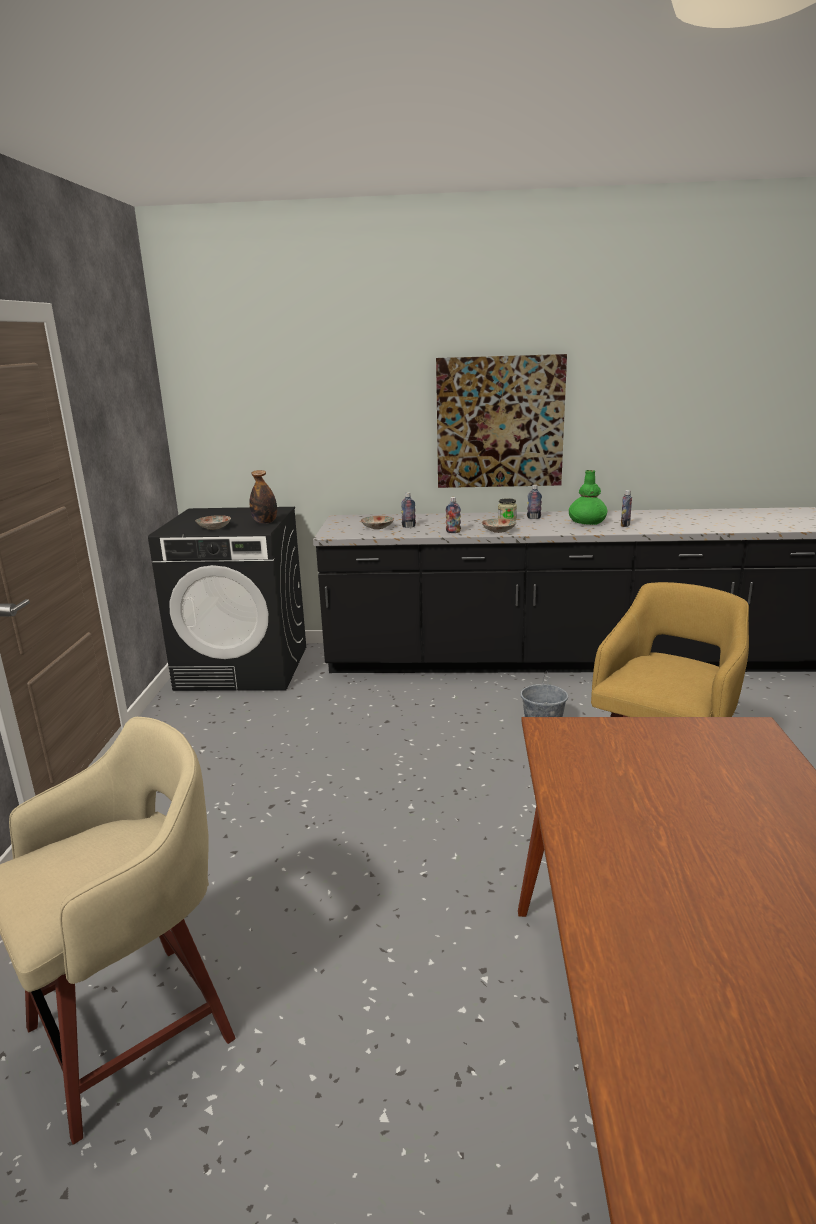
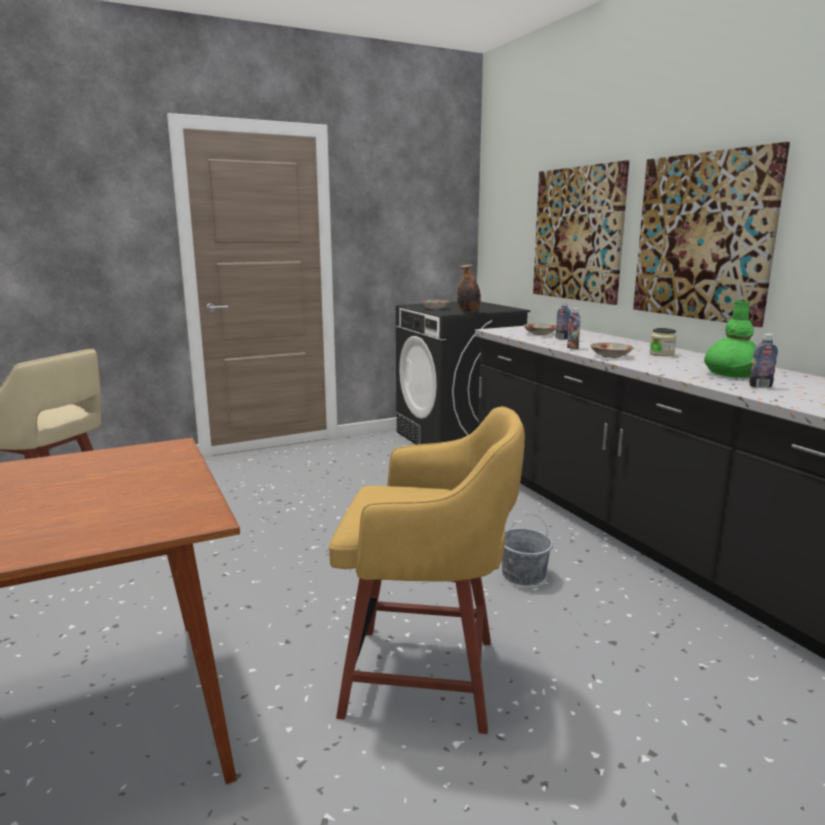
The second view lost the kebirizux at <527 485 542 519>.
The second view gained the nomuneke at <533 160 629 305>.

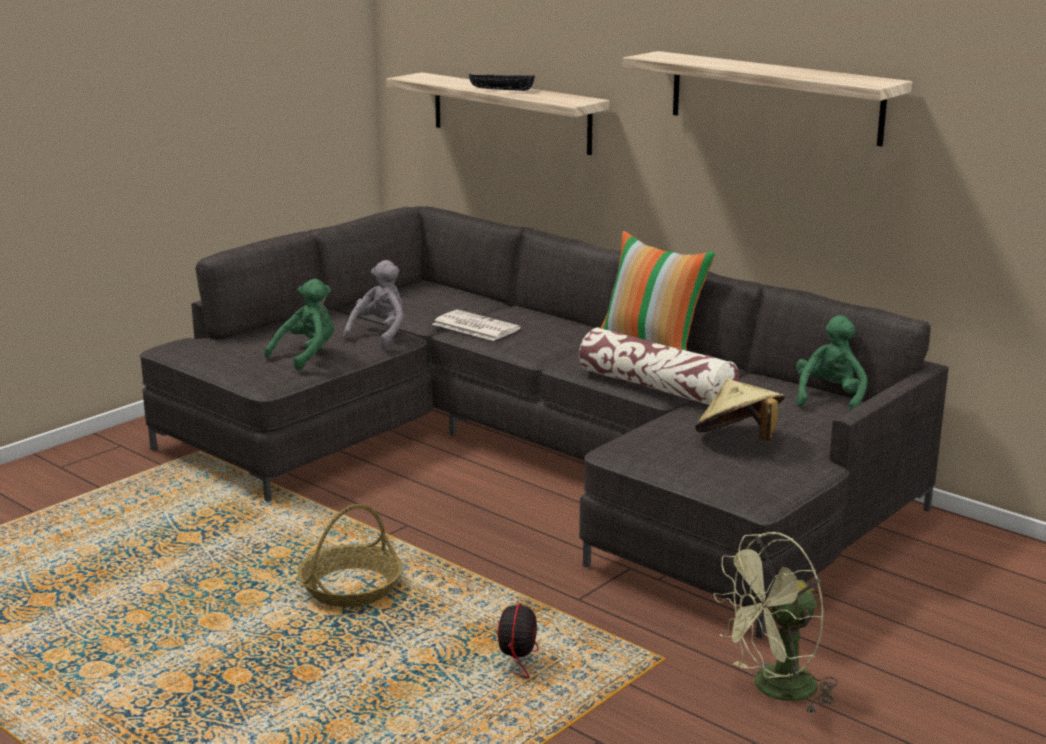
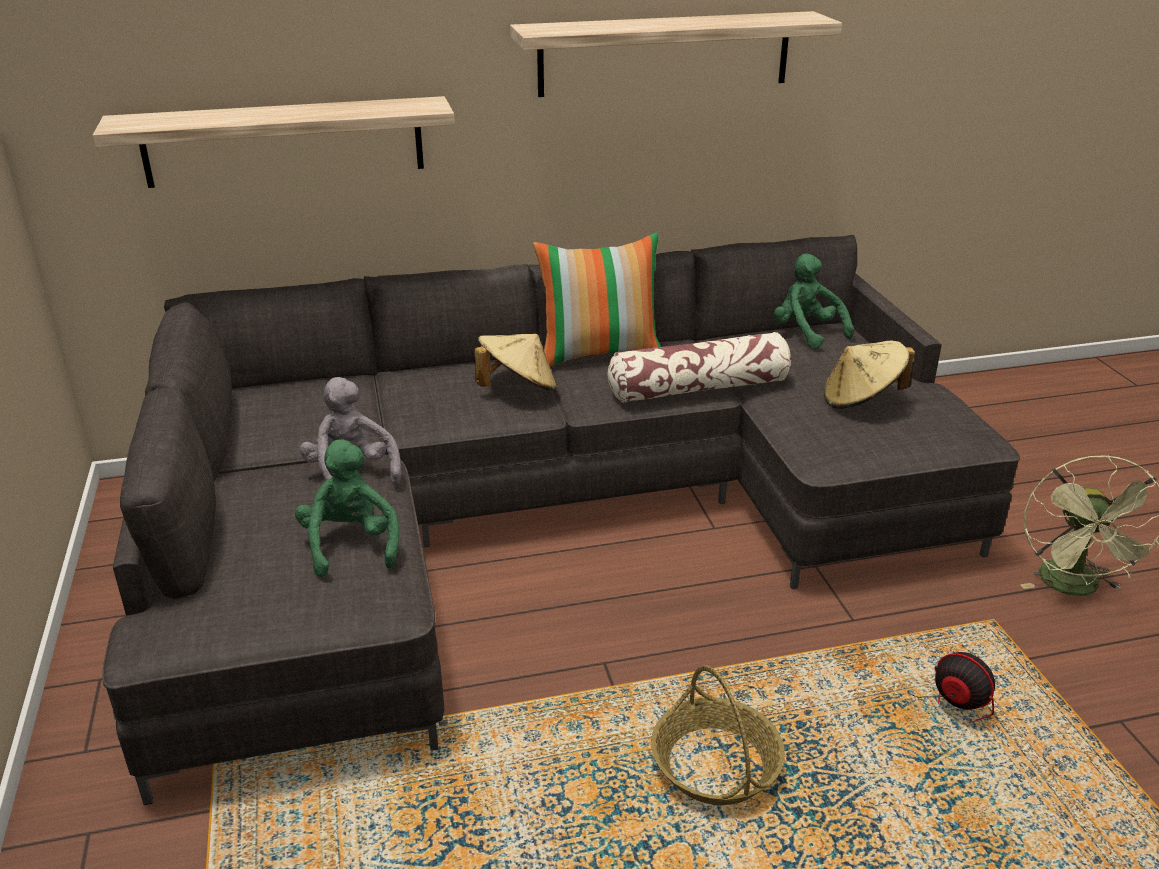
The second view lost the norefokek at <433 310 521 341>.
The second view lost the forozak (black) at <469 74 535 91>.
The second view gained the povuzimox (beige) at <475 334 557 391>.

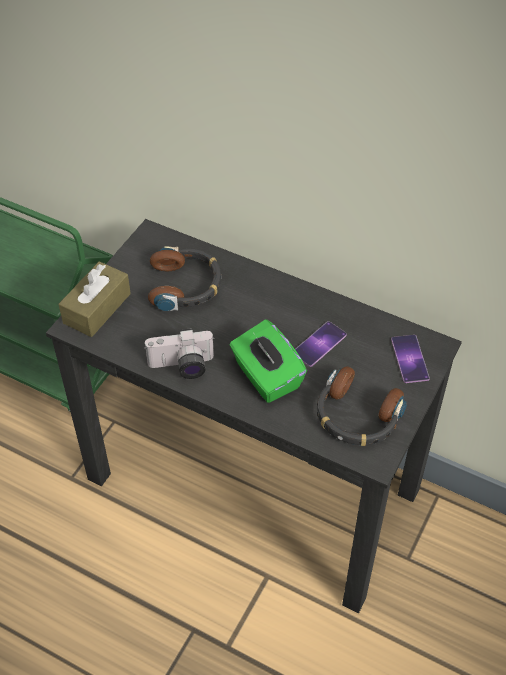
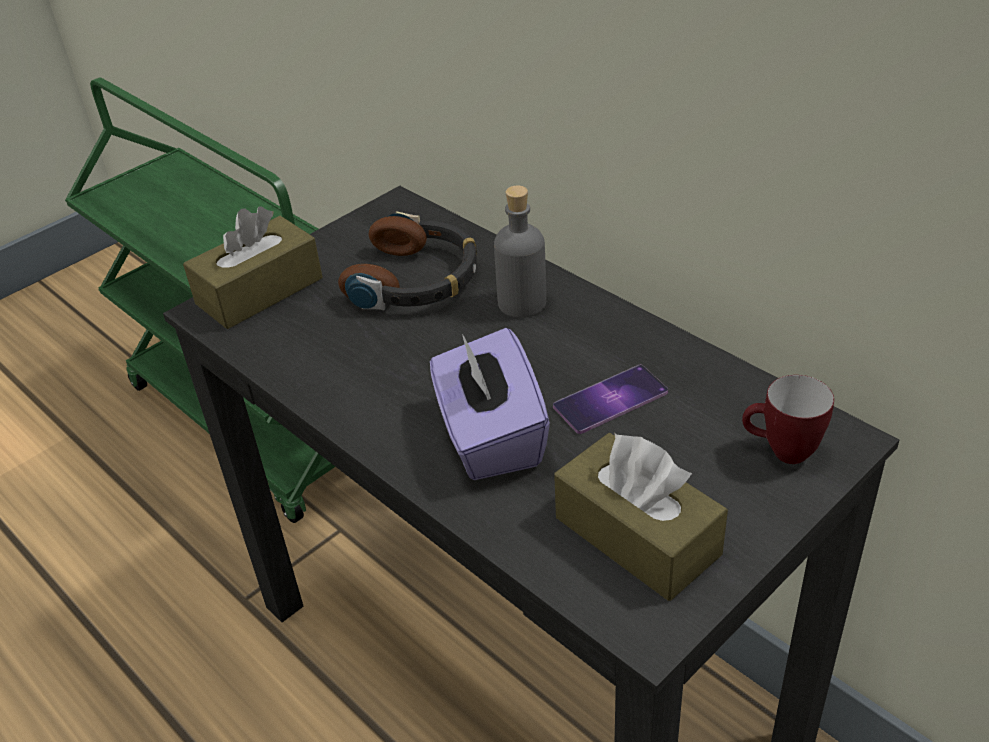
The second view lost the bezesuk at <145 328 215 379>.
The second view gained the kebirizux (grey) at <494 185 546 318>.
Where the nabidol stood at <317 366 407 446>, the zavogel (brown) came to stand at <554 432 728 601>.
Where the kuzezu stood at <391 335 430 383>, the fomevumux came to stand at <742 375 834 464>.
What was the zavogel (green) at <230 319 307 403> turned into the zavogel (purple) at <430 328 550 480>.

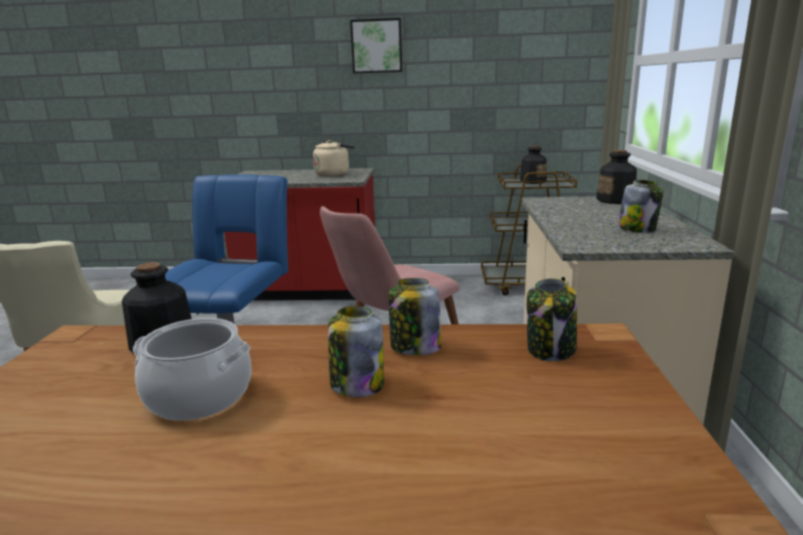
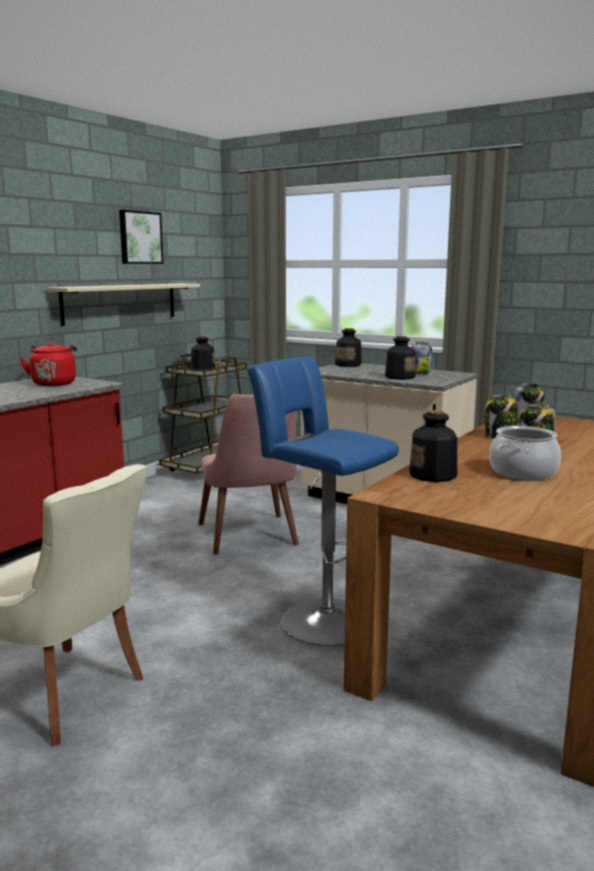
The second view gained the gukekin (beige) at <46 284 200 326>.
The second view gained the kebirizux at <385 336 415 380>.
The nomuneke ended up elsewhere, having gone from <350 18 402 74> to <119 210 164 264>.
What was the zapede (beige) at <313 140 355 177> turned into the zapede (red) at <20 342 77 386>.

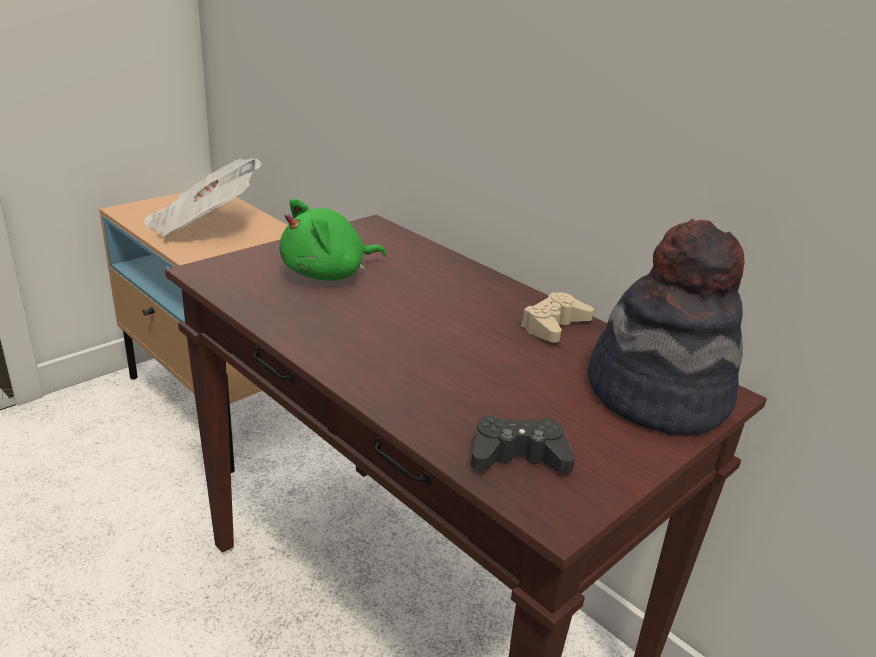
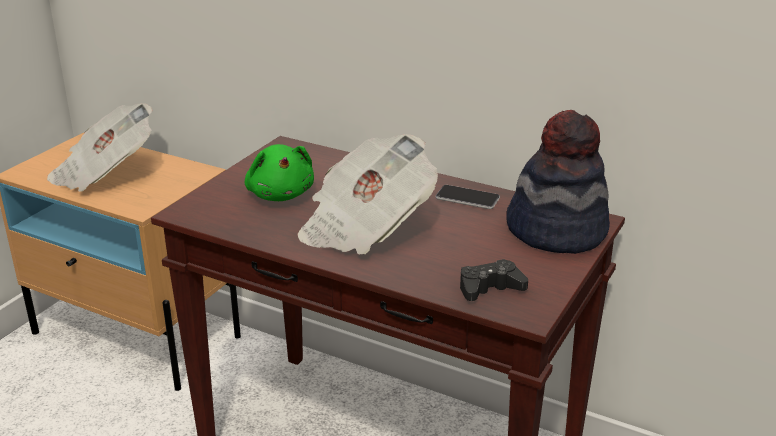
The second view gained the norefokek at <298 134 438 255>.
Where the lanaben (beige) stood at <521 292 594 342>, the kuzezu came to stand at <435 185 500 209>.
The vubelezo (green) at <280 199 386 281> ended up facing another way, 60 degrees counterclockwise from before.

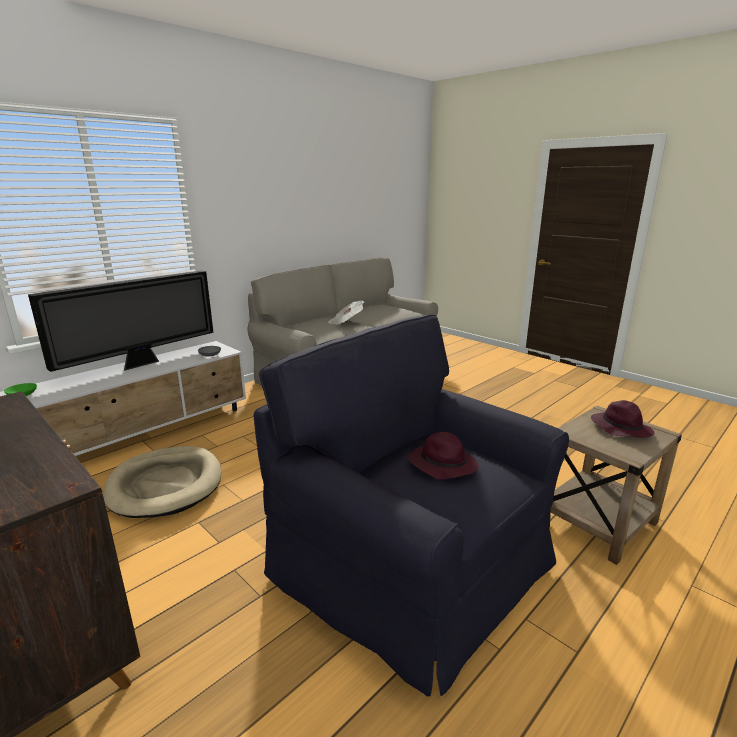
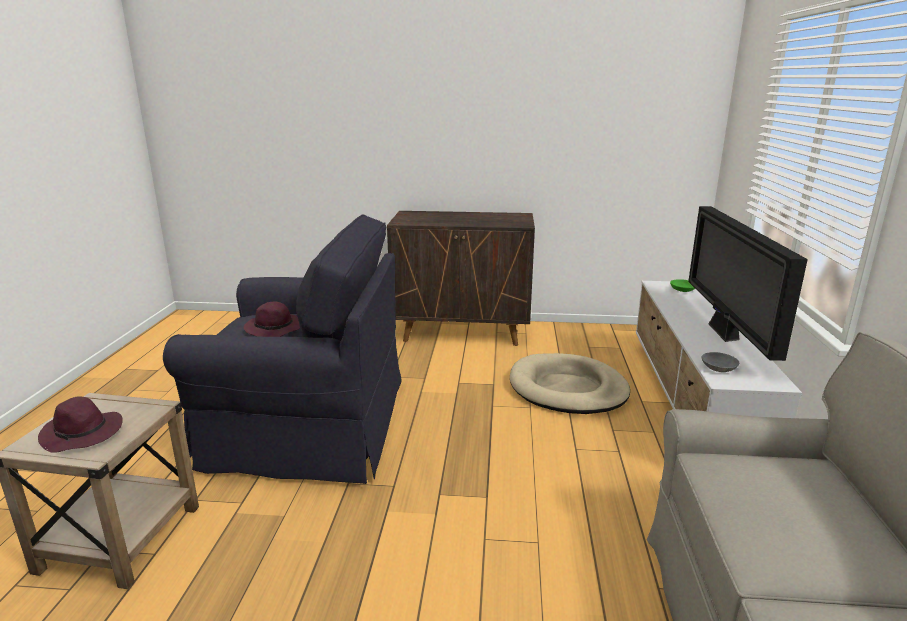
The second view lost the norefokek at <328 301 364 325>.

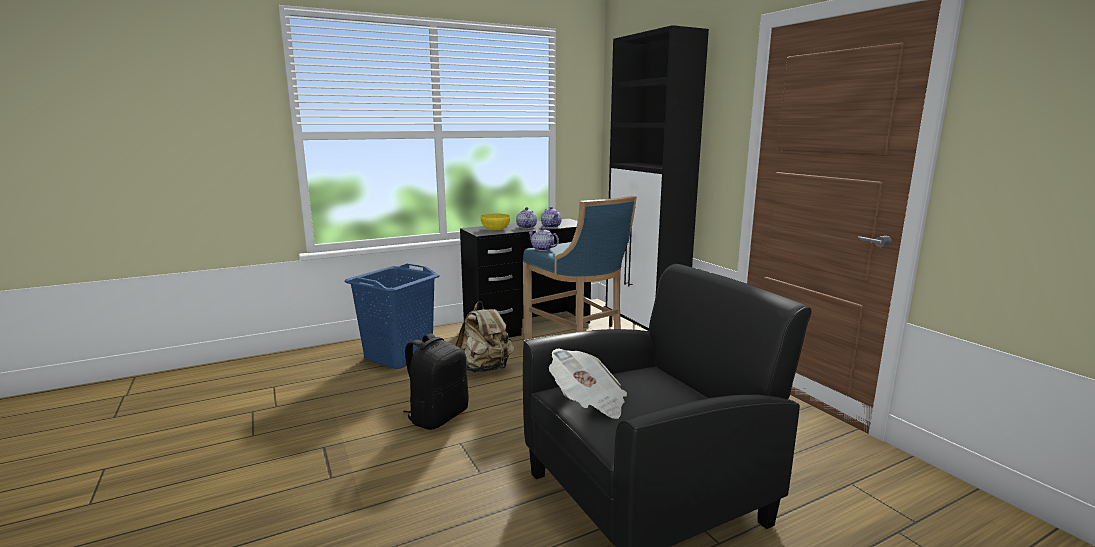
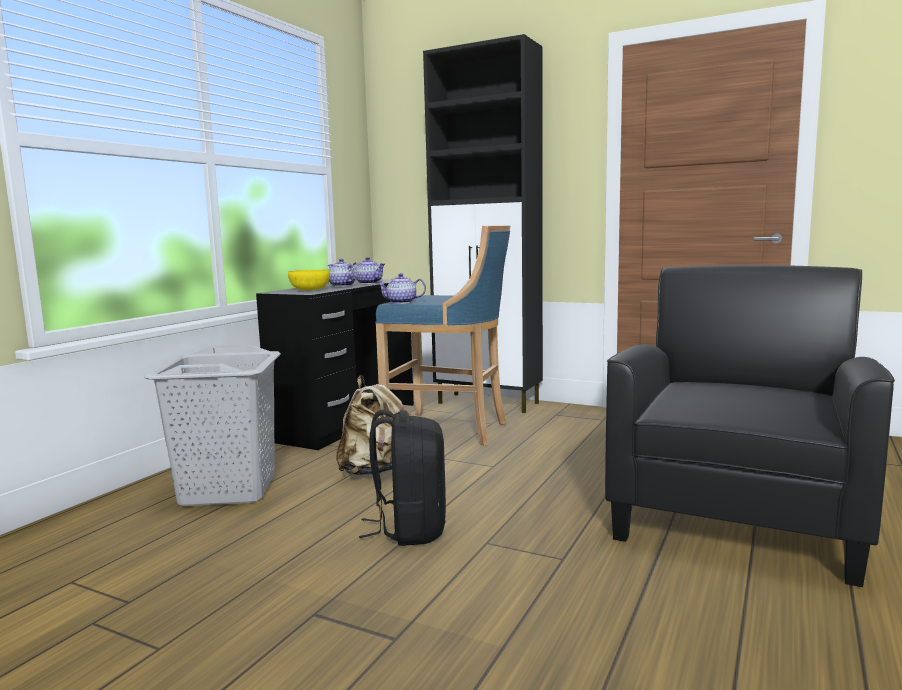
The second view lost the norefokek at <549 349 627 419>.
What was the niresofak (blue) at <345 263 440 369> turned into the niresofak (grey) at <144 345 281 506>.

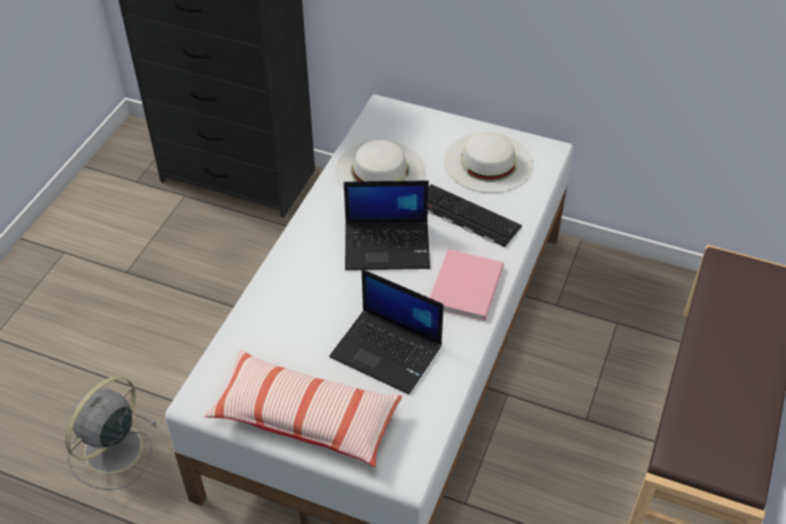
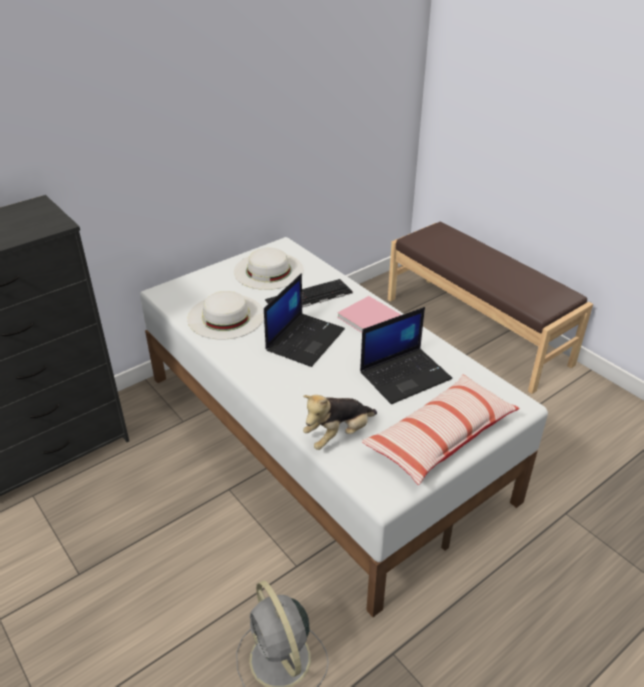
The second view gained the vubelezo at <303 395 377 450>.

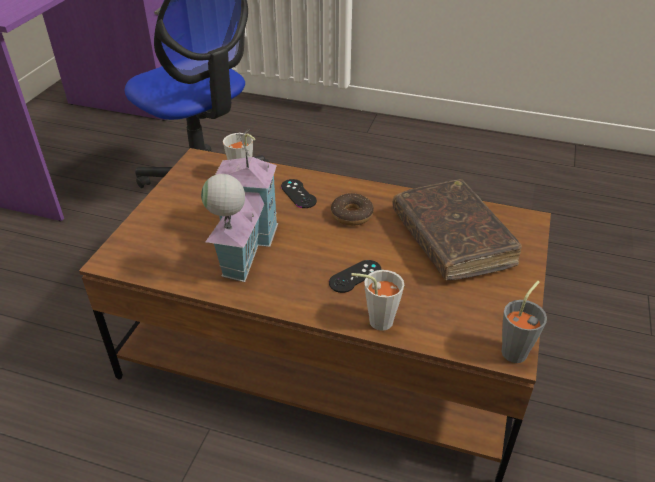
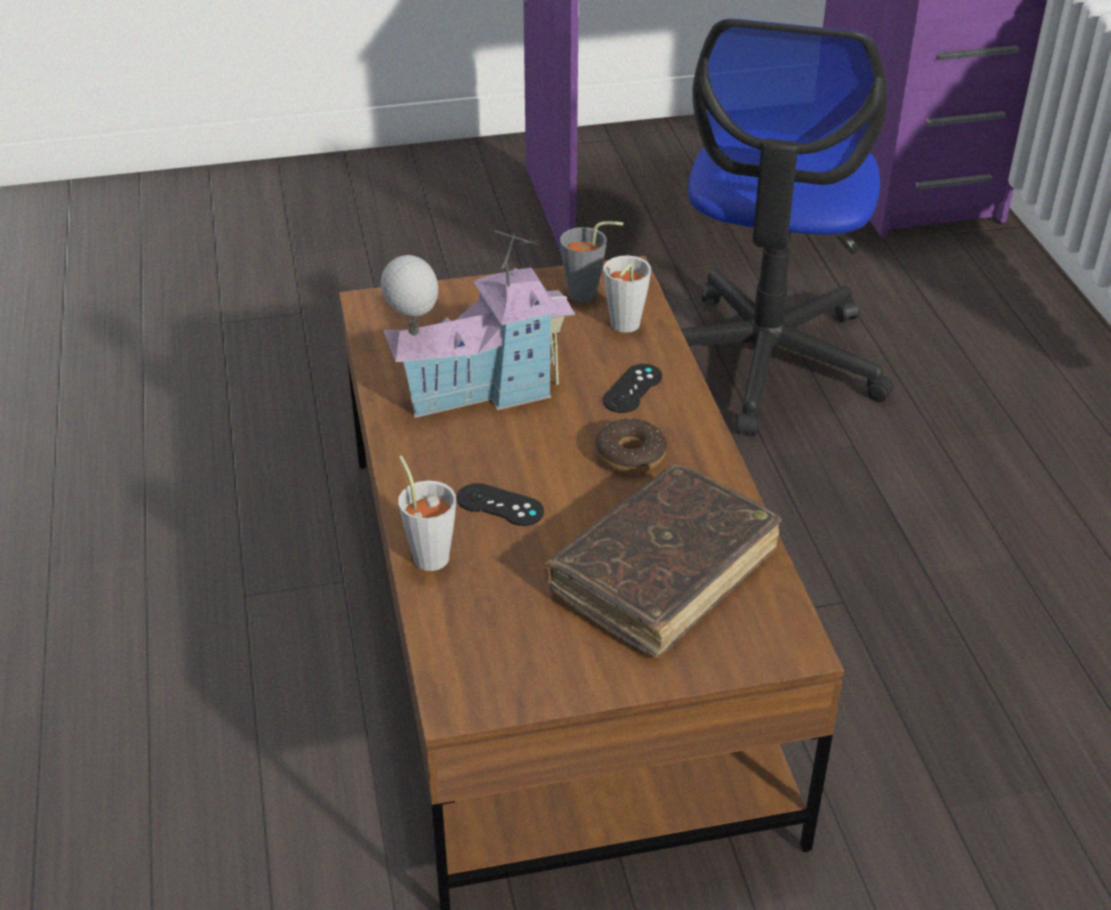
The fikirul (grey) ended up elsewhere, having gone from <501 281 547 363> to <560 221 623 303>.

